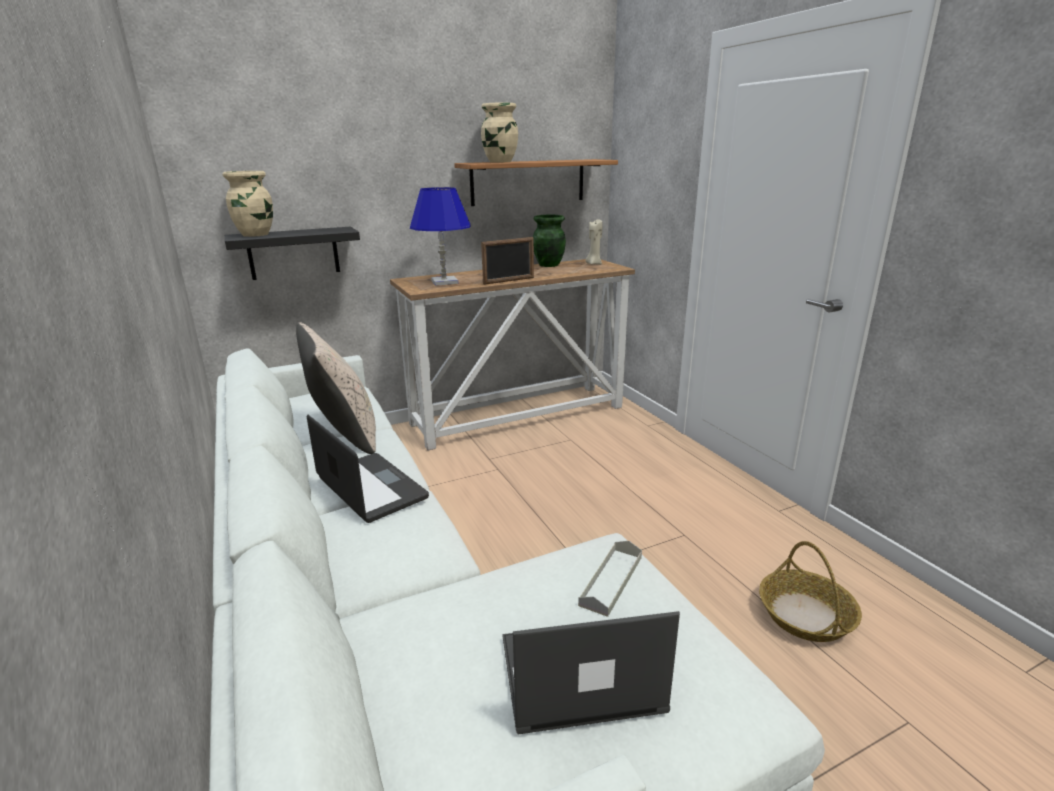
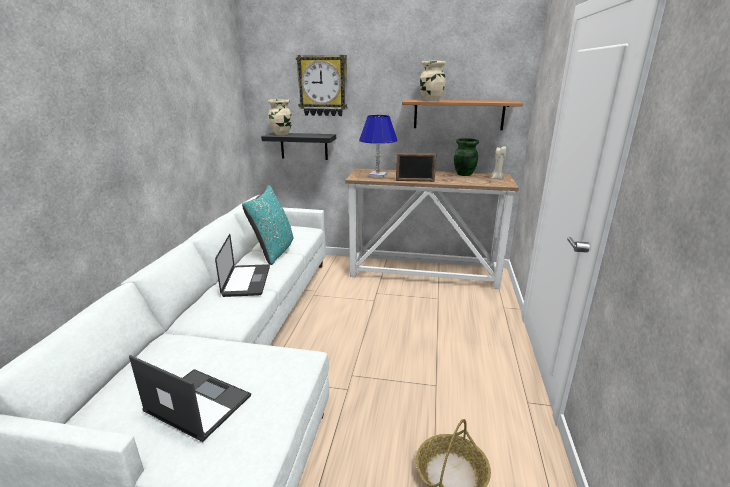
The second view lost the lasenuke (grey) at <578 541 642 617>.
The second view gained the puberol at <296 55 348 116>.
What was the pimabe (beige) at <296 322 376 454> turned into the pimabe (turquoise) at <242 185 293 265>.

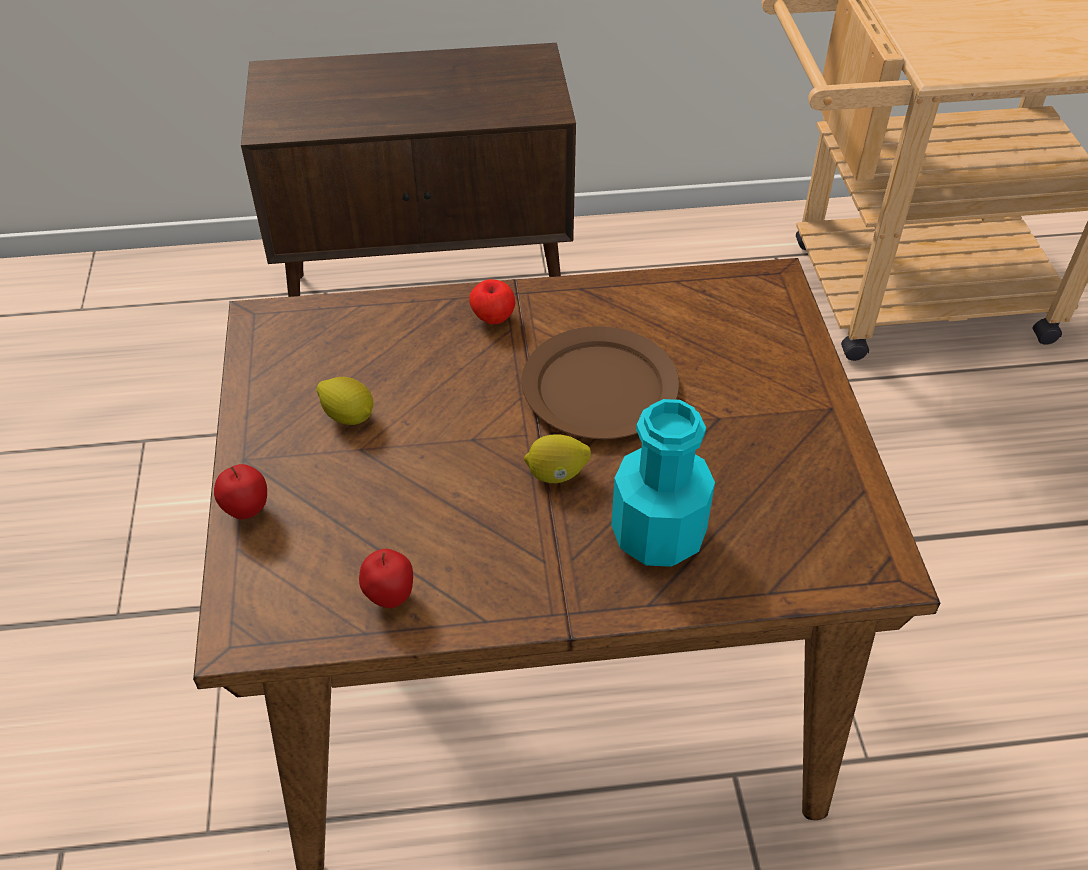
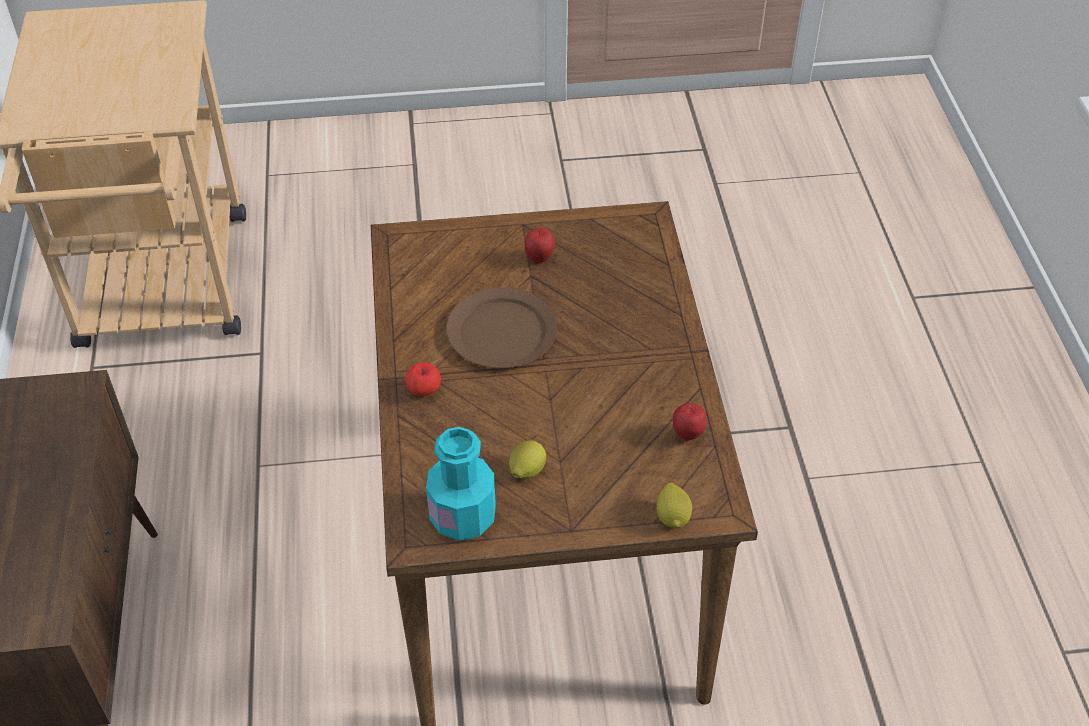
The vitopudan ended up elsewhere, having gone from <214 464 267 520> to <525 228 555 264>.
The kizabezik ended up elsewhere, having gone from <524 434 591 483> to <657 483 692 528>.
The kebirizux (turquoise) ended up elsewhere, having gone from <611 399 715 567> to <426 427 496 541>.

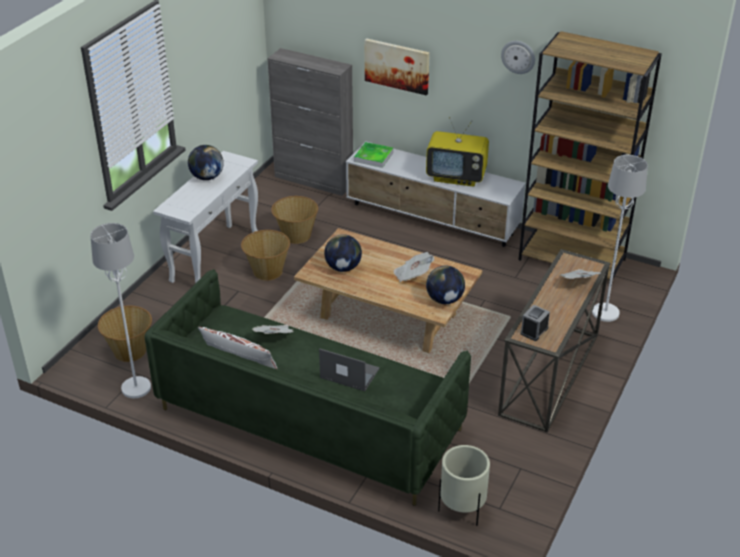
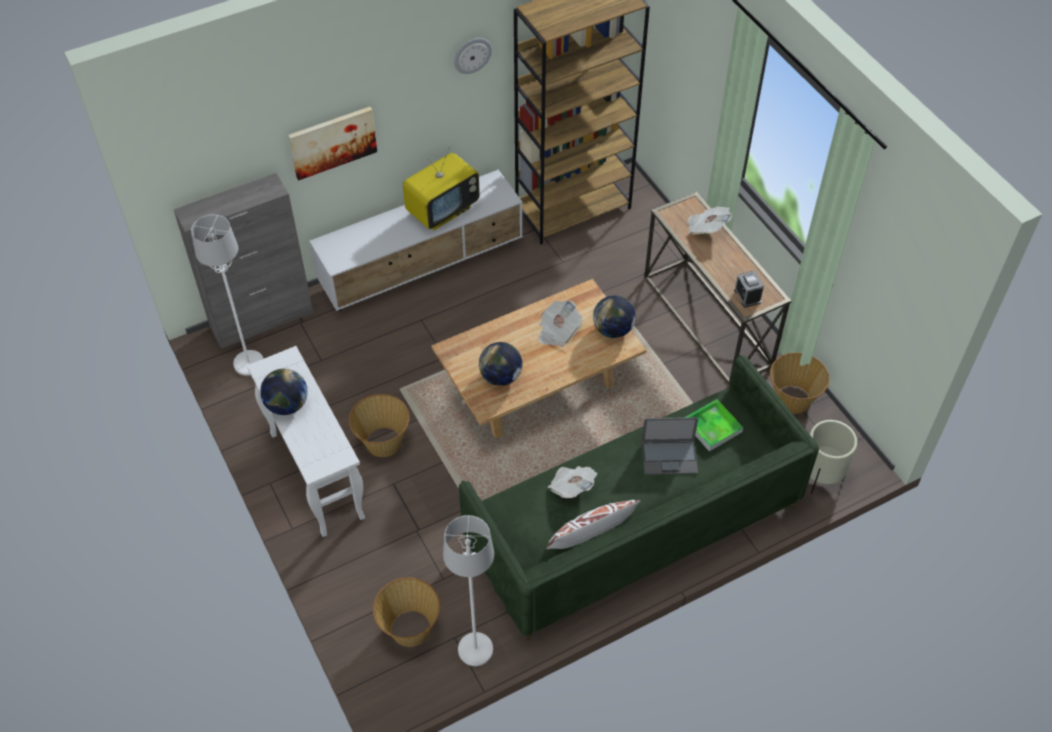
The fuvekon ended up elsewhere, having gone from <271 196 318 244> to <770 353 829 414>.
The lasenuke ended up elsewhere, having gone from <354 142 394 168> to <686 399 743 451>.
The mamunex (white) ended up elsewhere, having gone from <592 155 648 322> to <191 214 263 376>.
The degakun at <319 348 380 391> ended up facing another way, 150 degrees counterclockwise from before.

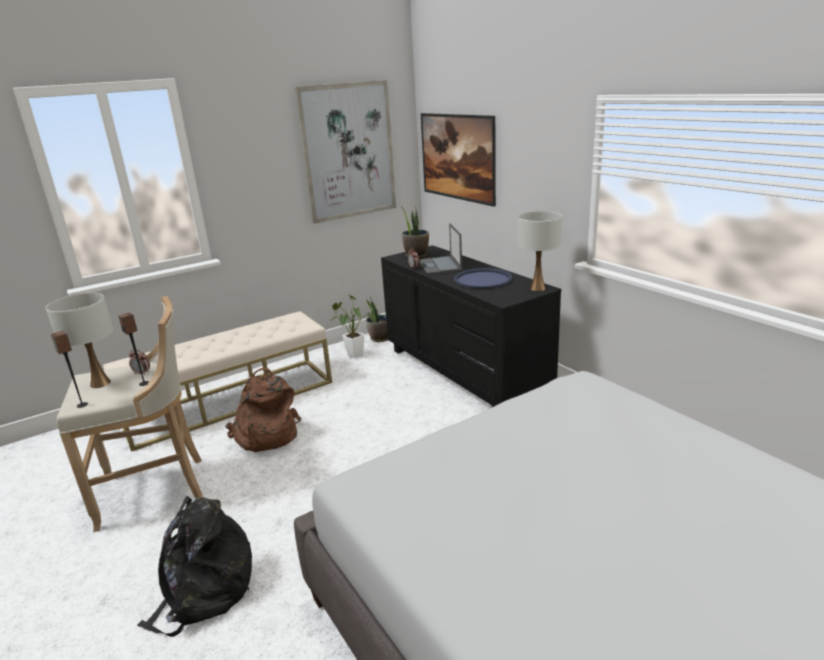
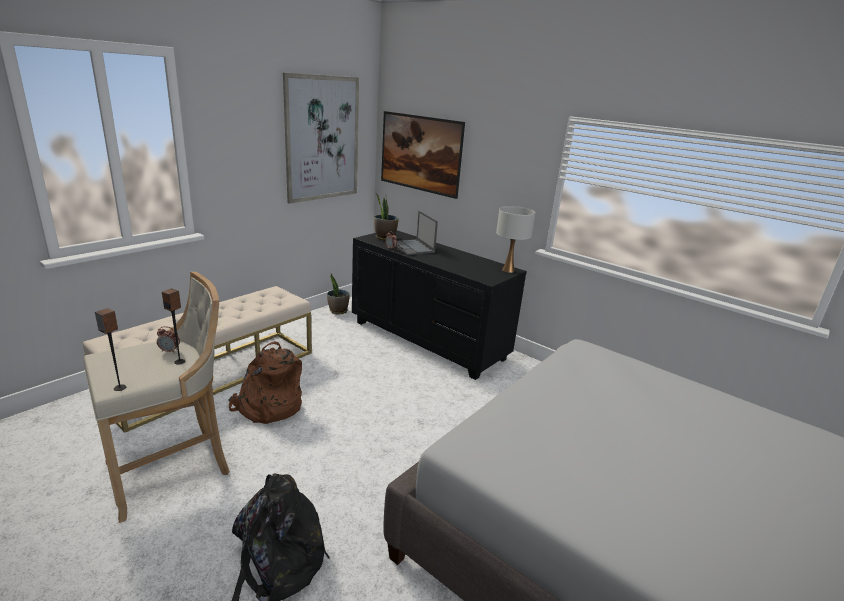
The second view lost the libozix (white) at <46 293 113 388>.
The second view lost the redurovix at <330 295 375 358>.
The second view lost the lasenuke (blue) at <454 268 512 289>.

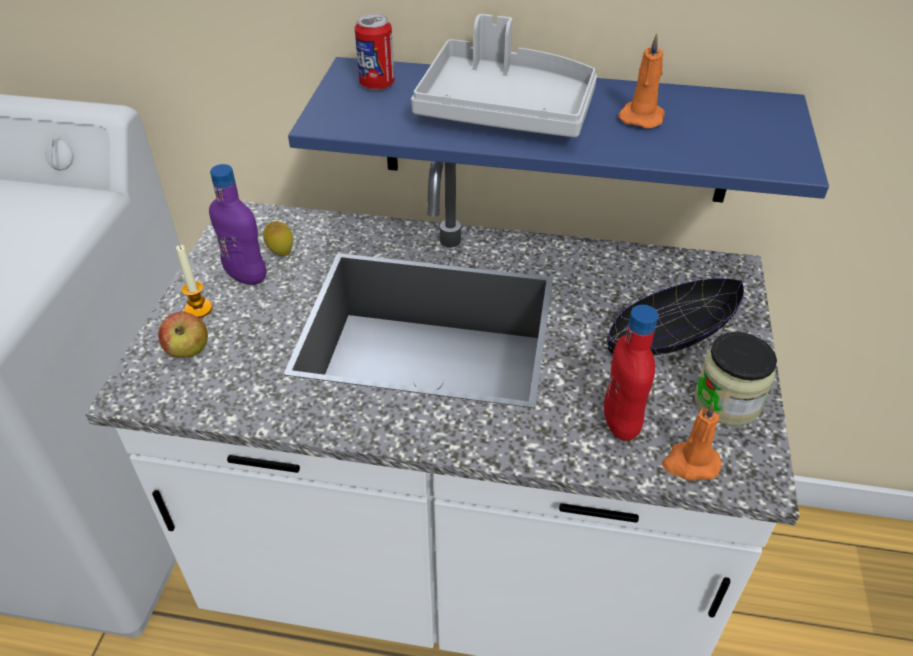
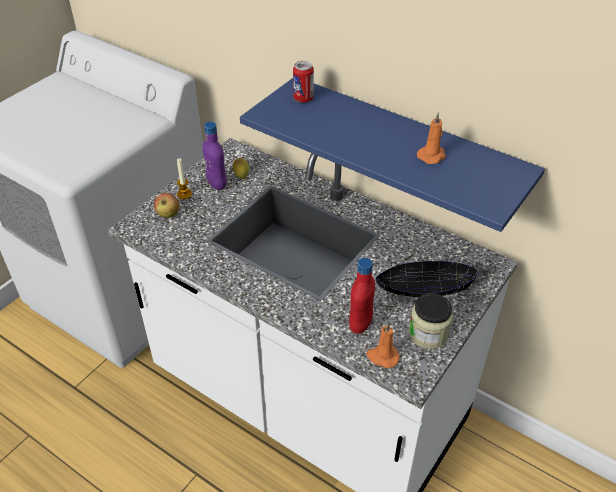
The second view lost the lasenuke (grey) at <411 14 597 138>.

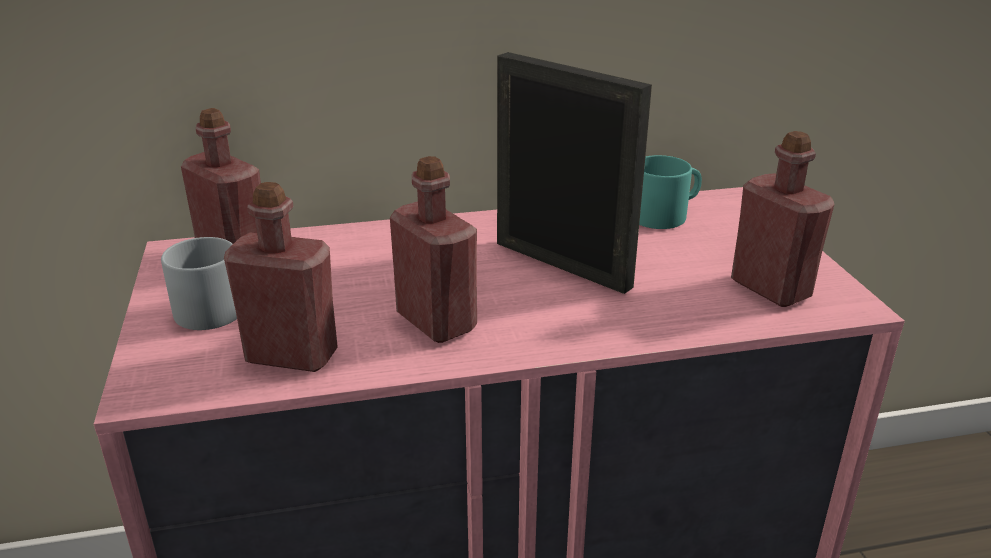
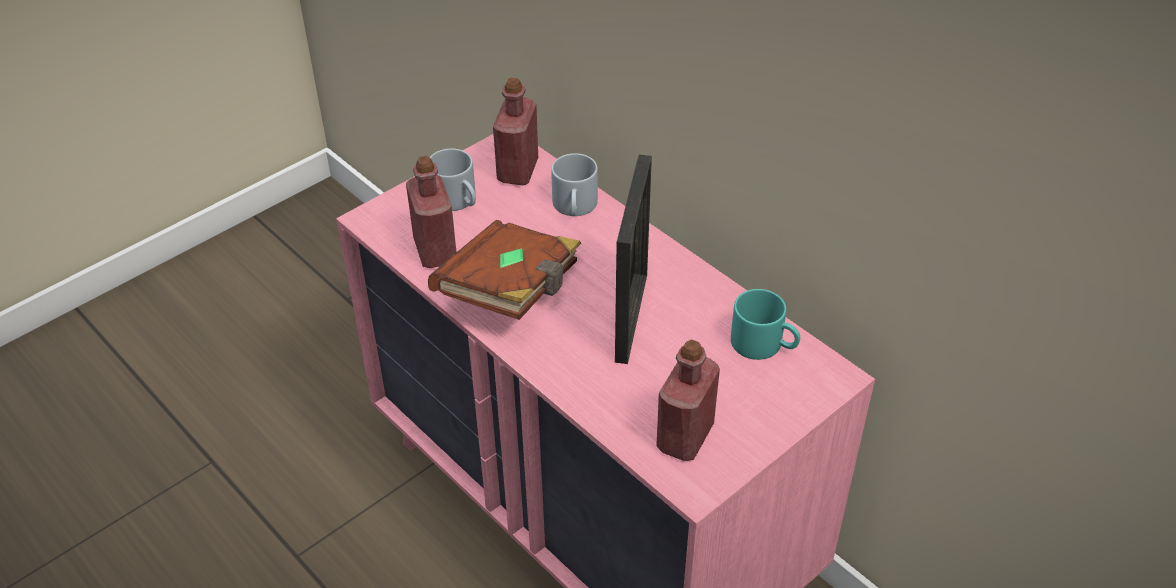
The second view gained the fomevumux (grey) at <551 153 598 216>.
Where the kebirizux (red) stood at <390 156 477 343>, the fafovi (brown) came to stand at <428 220 581 320>.

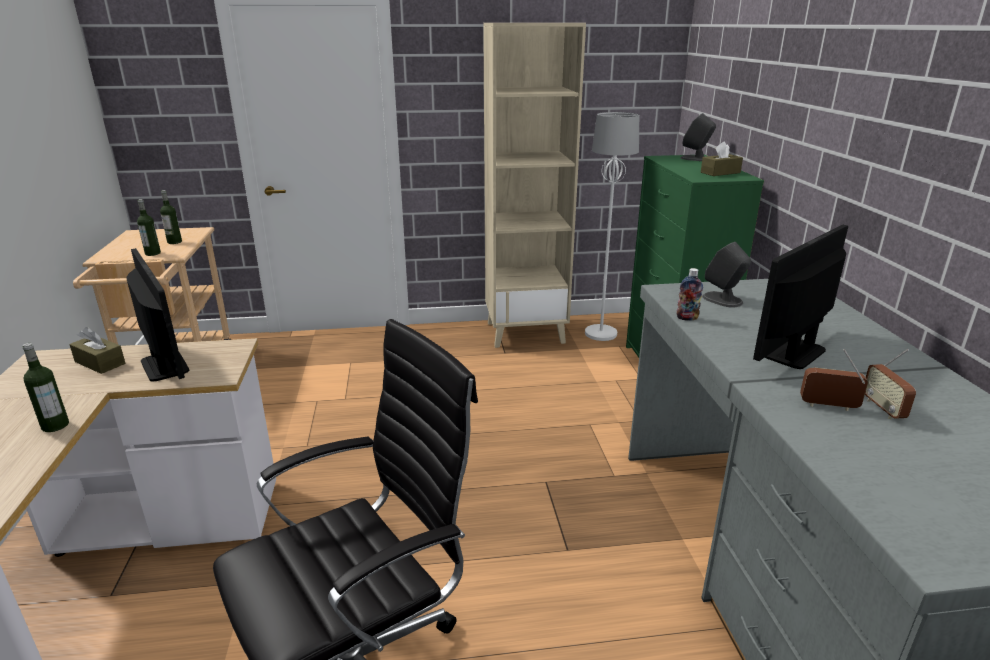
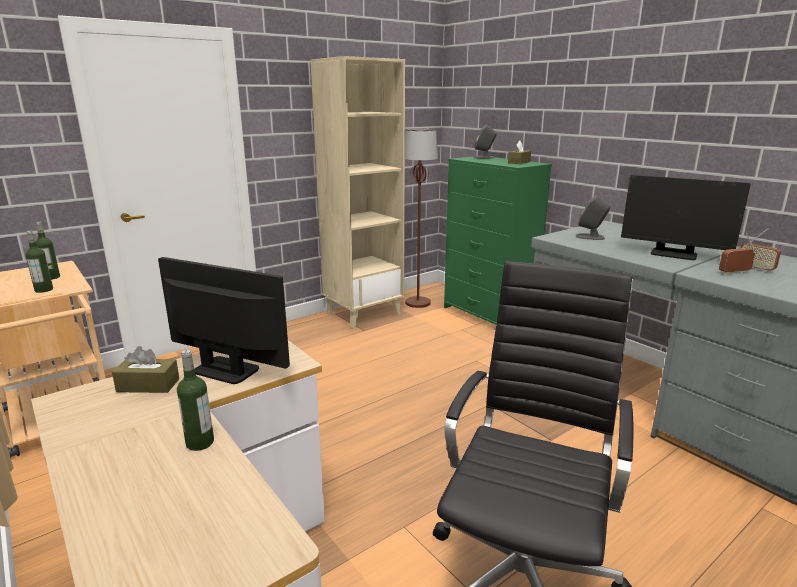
The second view lost the kebirizux at <676 268 703 321>.
What was the mamunex (white) at <585 112 639 341> turned into the mamunex (brown) at <405 129 438 308>.
The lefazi at <753 225 848 369> ended up facing another way, 75 degrees counterclockwise from before.

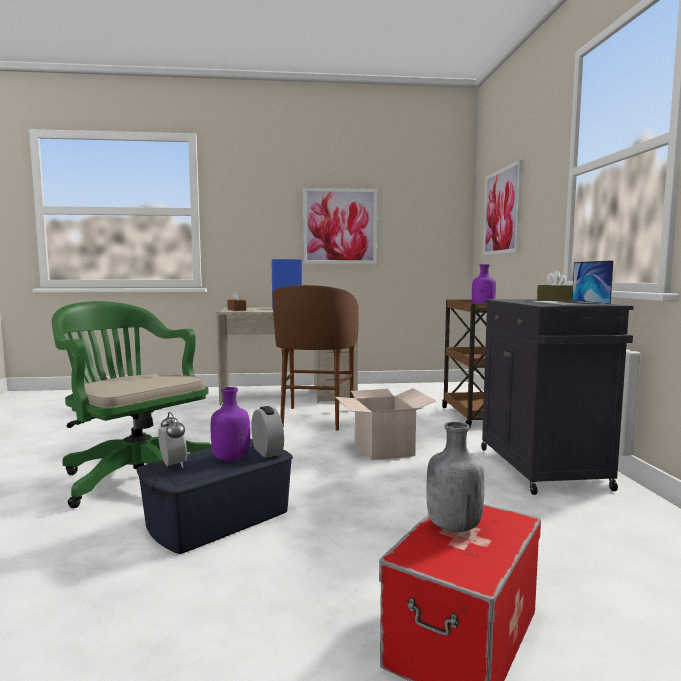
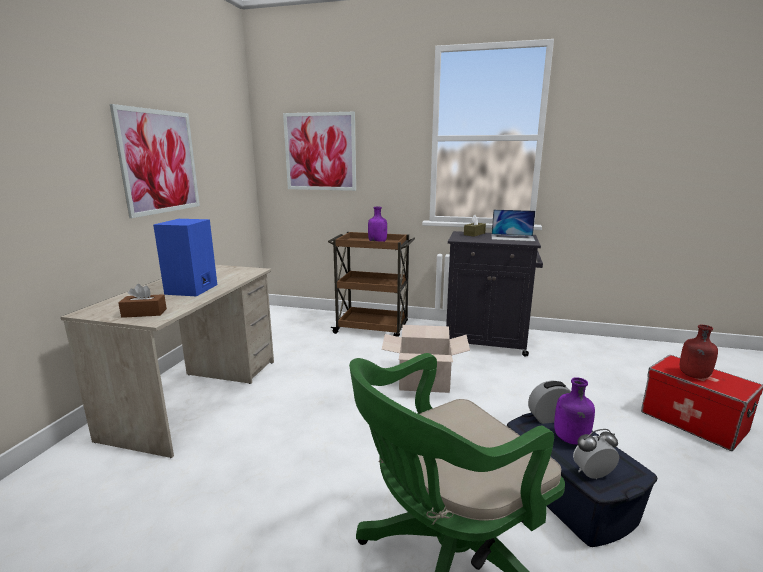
The second view lost the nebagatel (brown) at <273 285 359 431>.
What was the kebirizux (grey) at <426 422 485 532> turned into the kebirizux (red) at <680 325 718 379>.

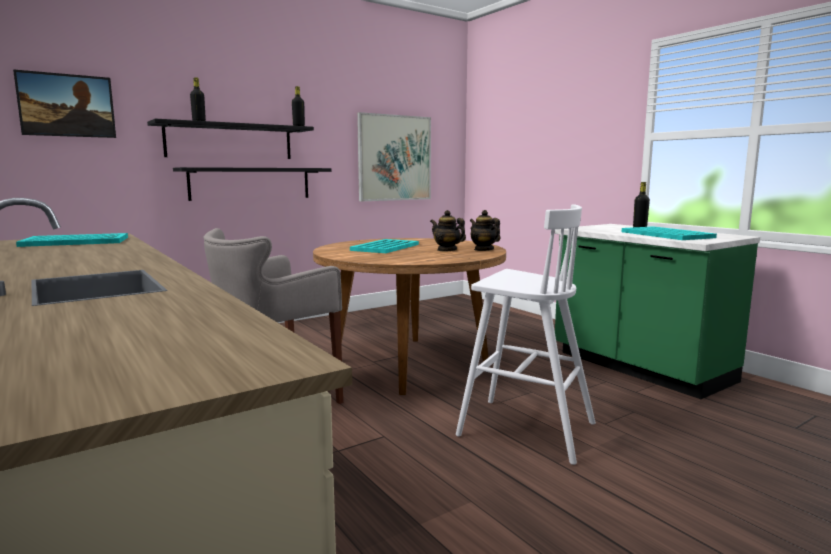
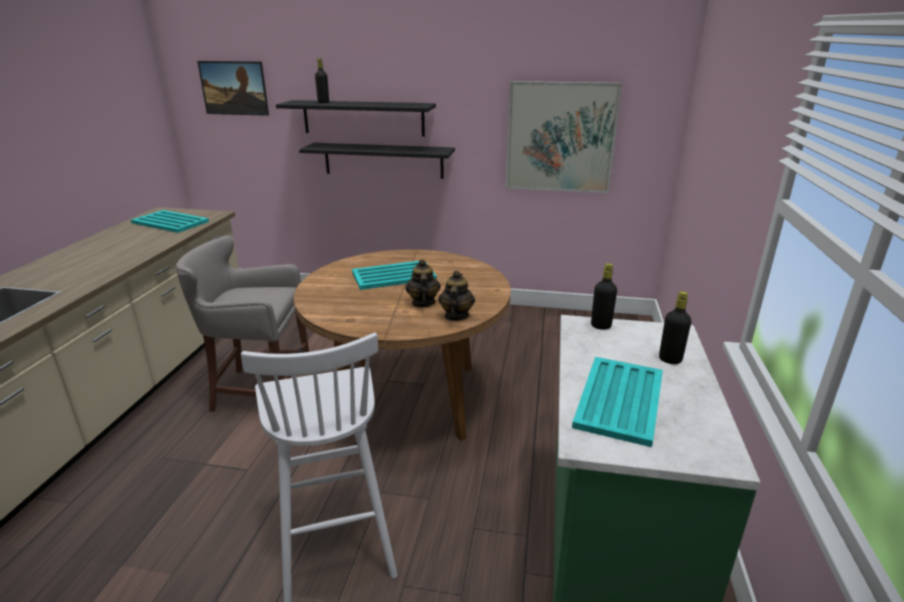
The kebirizux (black) ended up elsewhere, having gone from <292 86 305 126> to <591 263 617 330>.

